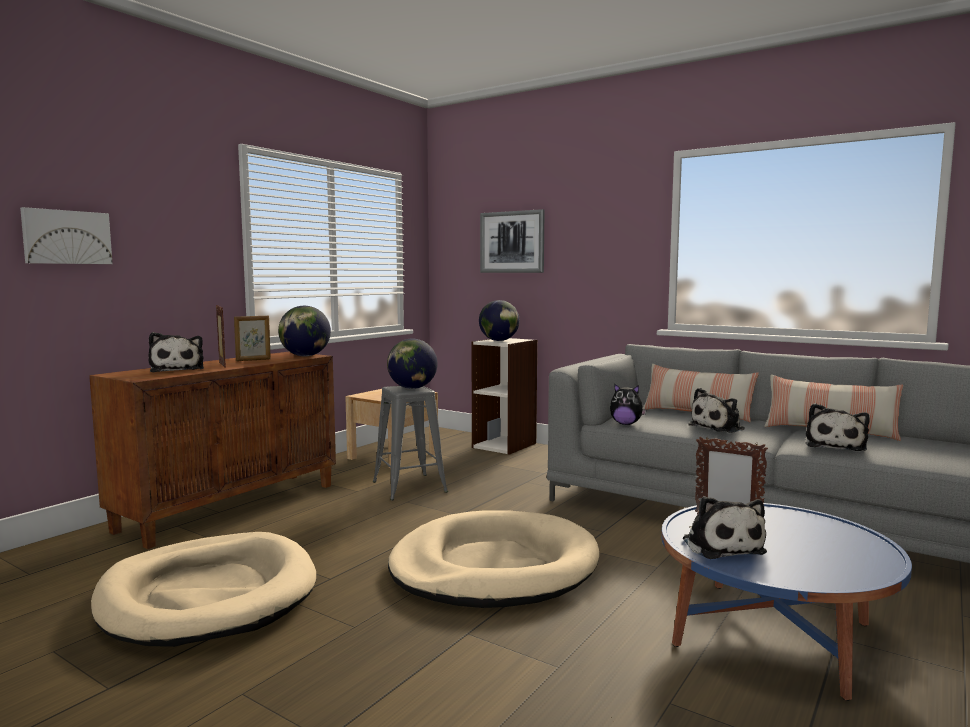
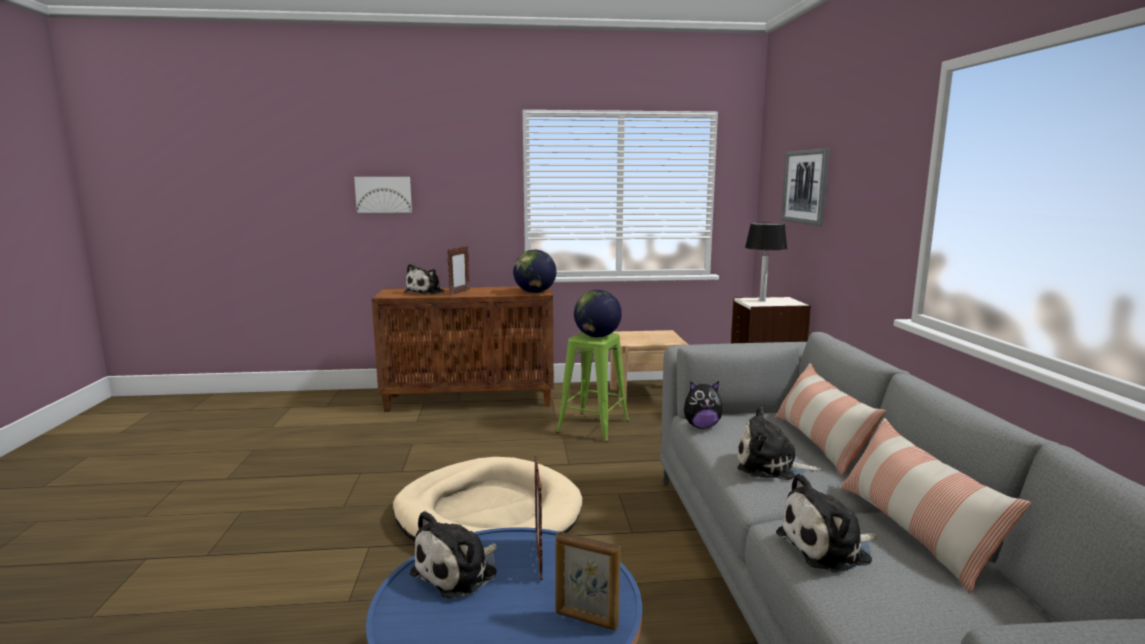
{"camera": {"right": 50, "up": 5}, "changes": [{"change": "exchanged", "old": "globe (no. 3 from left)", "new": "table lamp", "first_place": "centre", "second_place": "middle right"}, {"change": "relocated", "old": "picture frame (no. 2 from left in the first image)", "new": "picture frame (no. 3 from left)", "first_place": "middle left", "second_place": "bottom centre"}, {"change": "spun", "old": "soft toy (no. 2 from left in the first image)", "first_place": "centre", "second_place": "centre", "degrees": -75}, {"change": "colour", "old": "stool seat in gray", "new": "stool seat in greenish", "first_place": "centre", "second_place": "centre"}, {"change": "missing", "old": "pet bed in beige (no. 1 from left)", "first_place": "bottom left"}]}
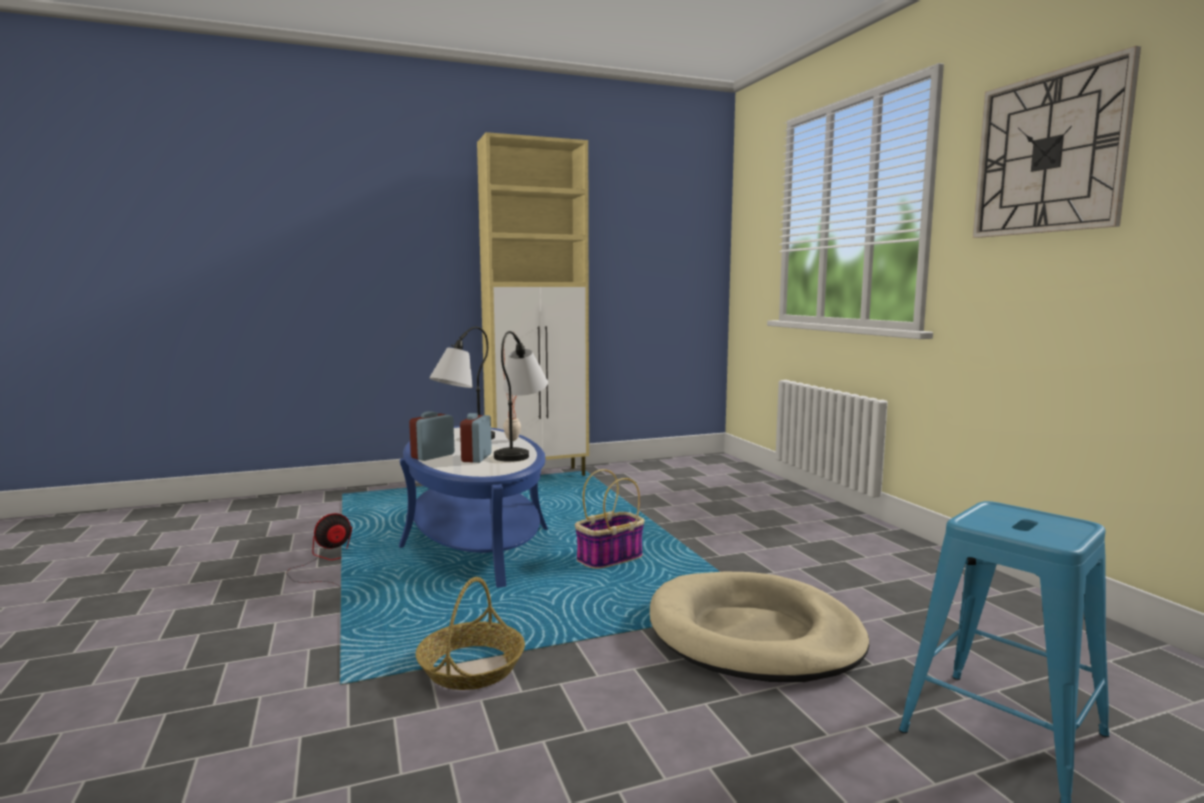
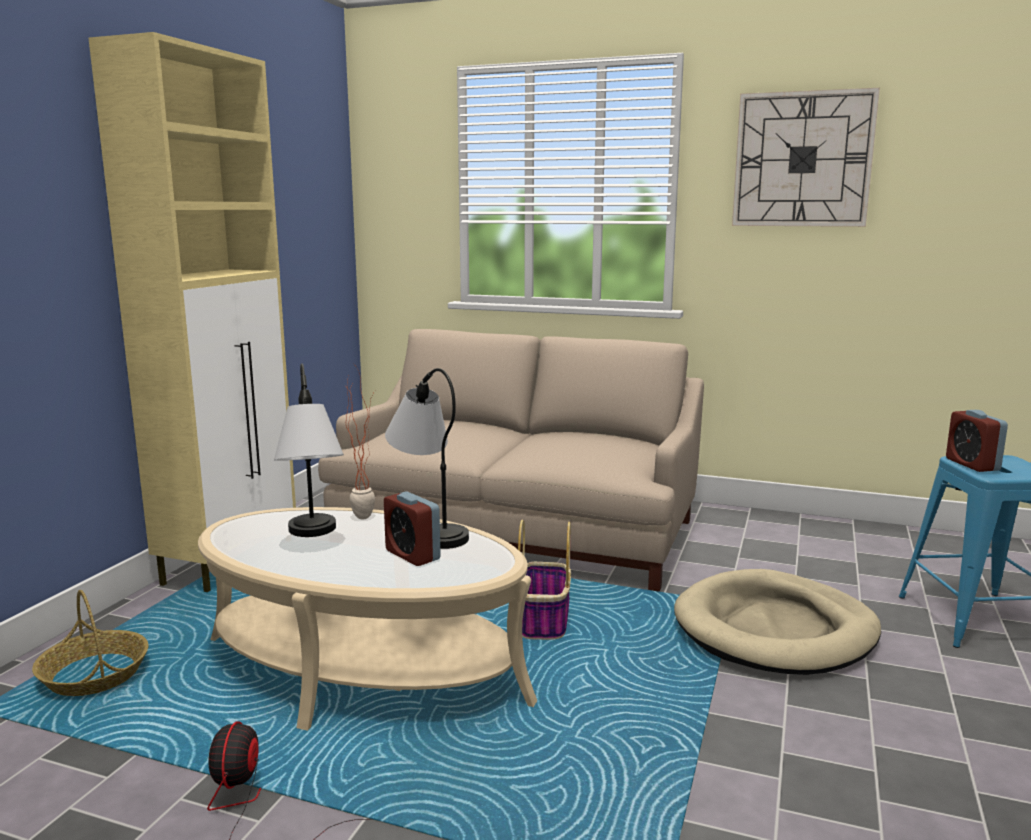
{"camera": {"right": -50, "up": 5}, "changes": [{"change": "relocated", "old": "table clock (no. 1 from left in the first image)", "new": "table clock (no. 2 from left)", "first_place": "centre", "second_place": "middle right"}, {"change": "colour", "old": "coffee table in blue-coloured", "new": "coffee table in beige", "first_place": "centre", "second_place": "bottom centre"}, {"change": "relocated", "old": "household basket (no. 1 from left)", "first_place": "bottom centre", "second_place": "bottom left"}, {"change": "appeared", "new": "settee in beige", "second_place": "centre"}]}
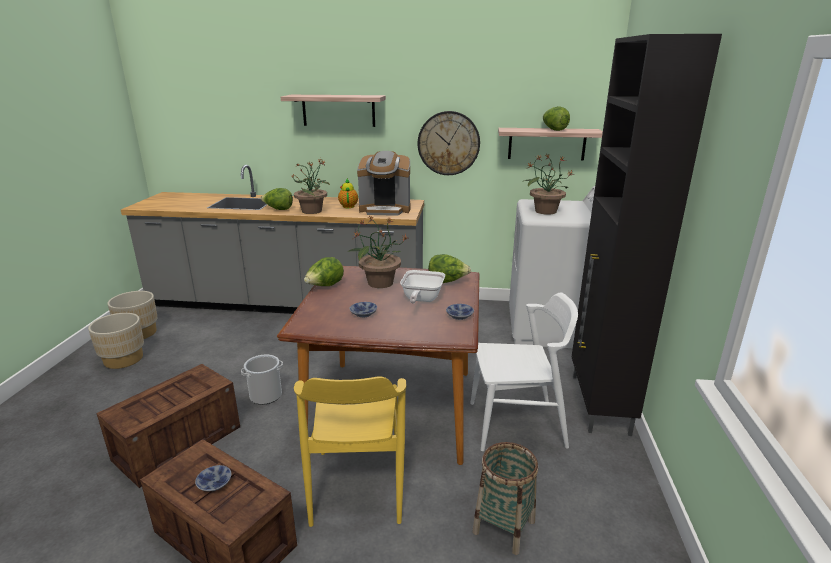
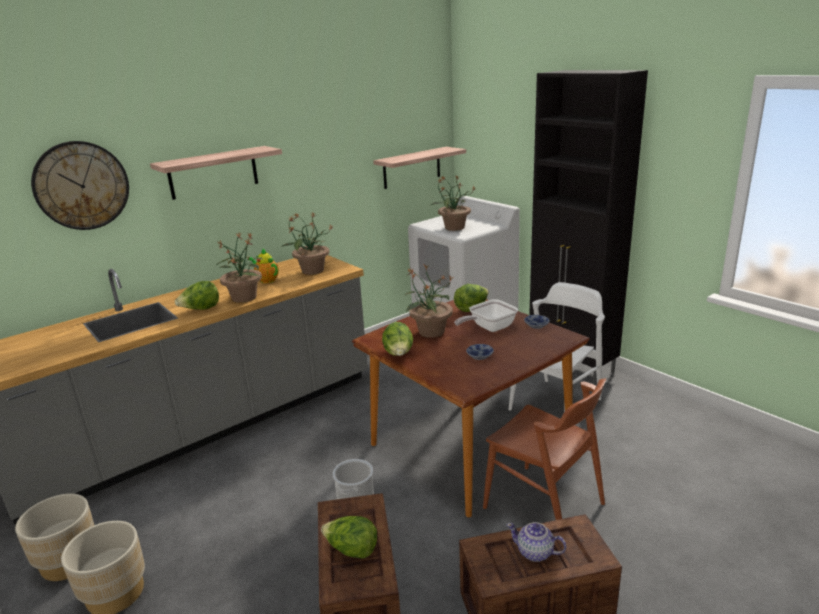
{"camera": {"right": -45, "up": 0}, "changes": [{"change": "relocated", "old": "lettuce head (no. 4 from left in the first image)", "new": "lettuce head (no. 2 from left)", "first_place": "top right", "second_place": "bottom centre"}, {"change": "relocated", "old": "wall clock", "first_place": "top centre", "second_place": "top left"}, {"change": "exchanged", "old": "coffee maker", "new": "plant in a pot (no. 2 from left)", "first_place": "top centre", "second_place": "centre"}, {"change": "spun", "old": "frying pan", "first_place": "centre", "second_place": "centre", "degrees": 90}, {"change": "colour", "old": "chair in yellow-coloured", "new": "chair in brown-coloured", "first_place": "bottom centre", "second_place": "bottom centre"}, {"change": "missing", "old": "household basket", "first_place": "bottom centre"}, {"change": "exchanged", "old": "serving bowl (no. 1 from left)", "new": "tea pot (no. 2 from left)", "first_place": "bottom left", "second_place": "bottom centre"}]}
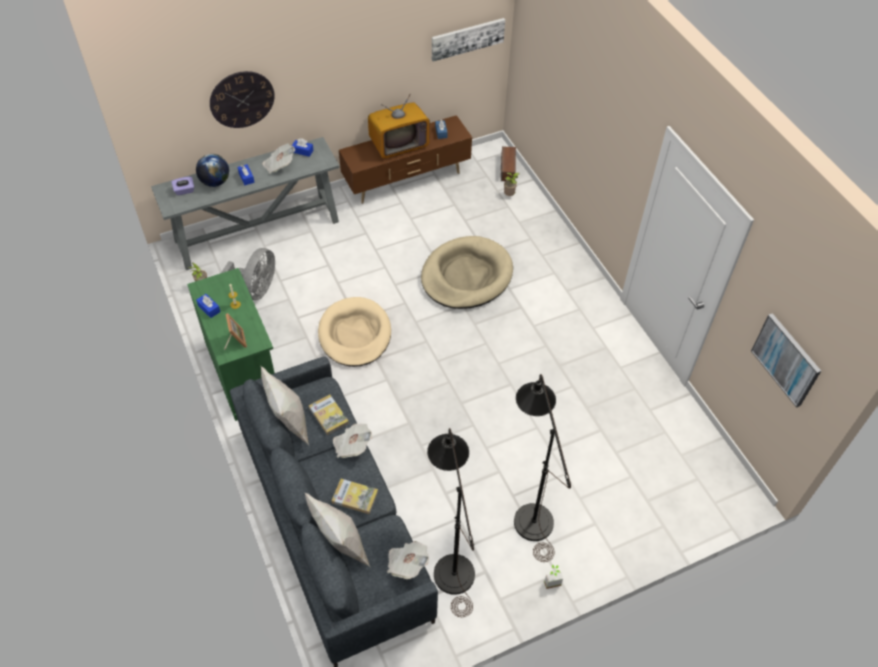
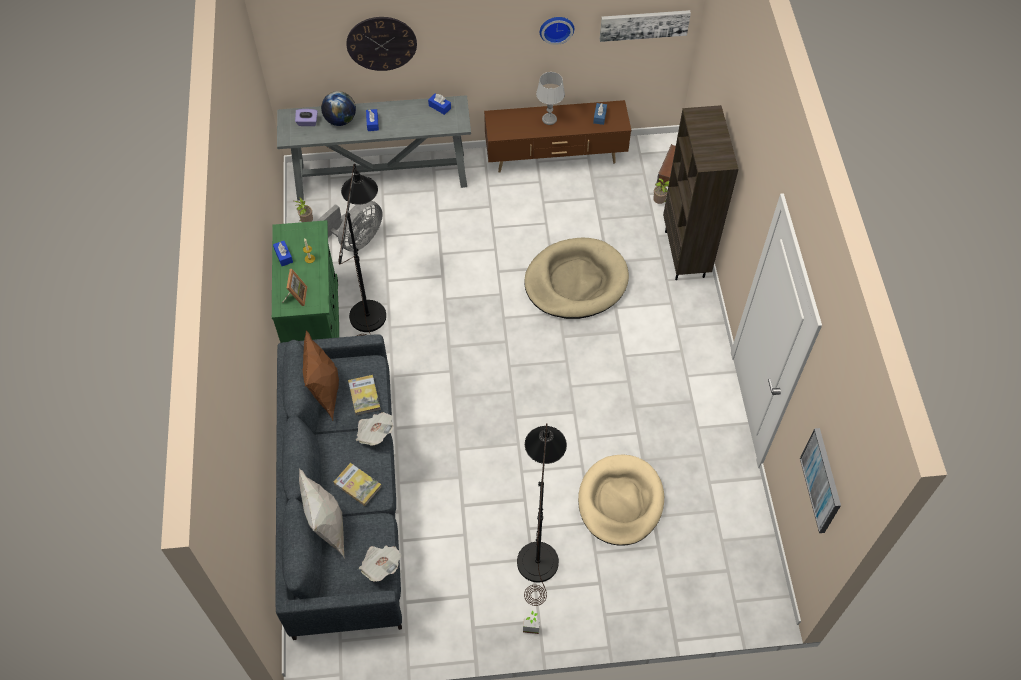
{"camera": {"right": 20, "up": 5}, "changes": [{"change": "exchanged", "old": "TV", "new": "table lamp in gray", "first_place": "top centre", "second_place": "top centre"}, {"change": "missing", "old": "printed paper (no. 1 from left)", "first_place": "top left"}, {"change": "relocated", "old": "pet bed in beige (no. 1 from left in the first image)", "new": "pet bed in beige (no. 2 from left)", "first_place": "centre", "second_place": "bottom centre"}, {"change": "colour", "old": "pillow in white-coloured (no. 1 from left)", "new": "pillow in brown-coloured", "first_place": "middle left", "second_place": "middle left"}, {"change": "relocated", "old": "standing lamp in blackish (no. 1 from left)", "first_place": "bottom centre", "second_place": "centre"}, {"change": "appeared", "new": "wall clock (no. 2 from left)", "second_place": "top centre"}, {"change": "appeared", "new": "bookshelf in brown-coloured", "second_place": "top right"}]}
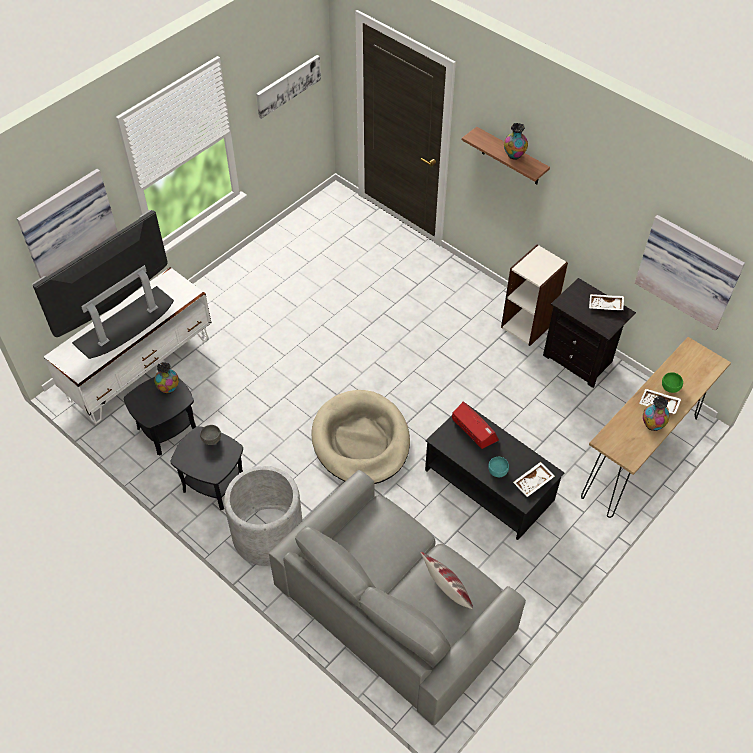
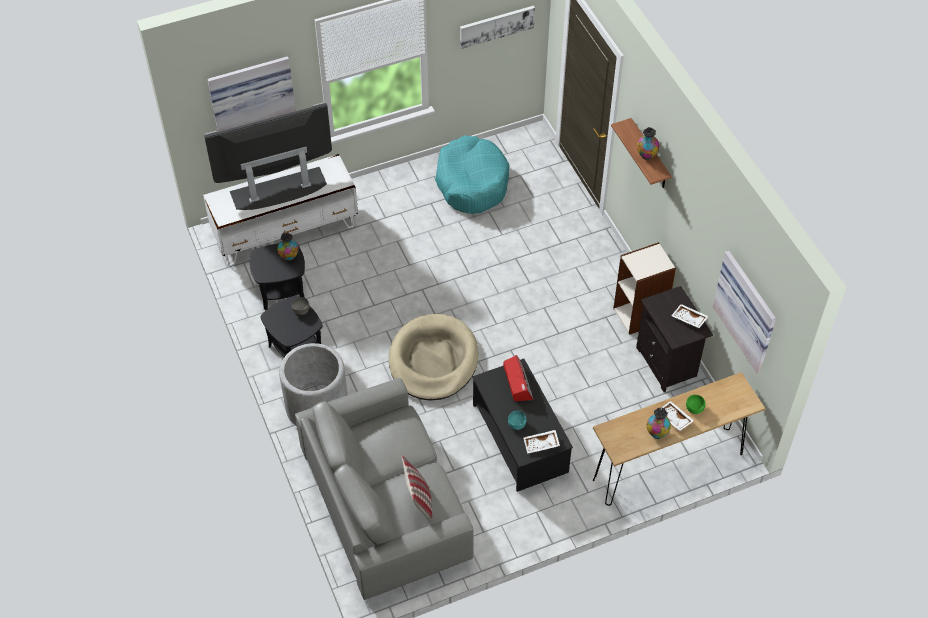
{"camera": {"right": 25, "up": 0}, "changes": [{"change": "appeared", "new": "pet bed in blue-green", "second_place": "top centre"}]}
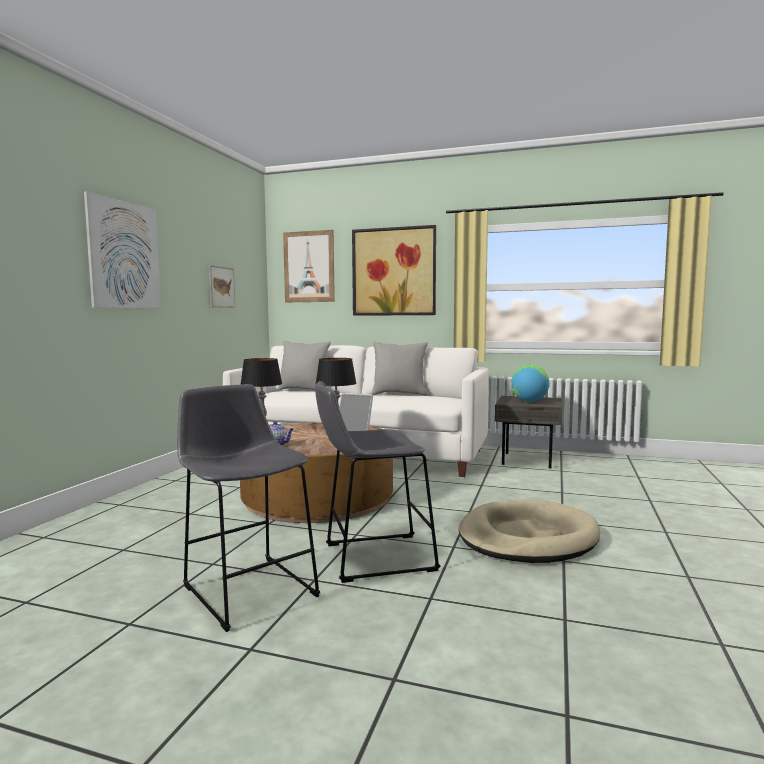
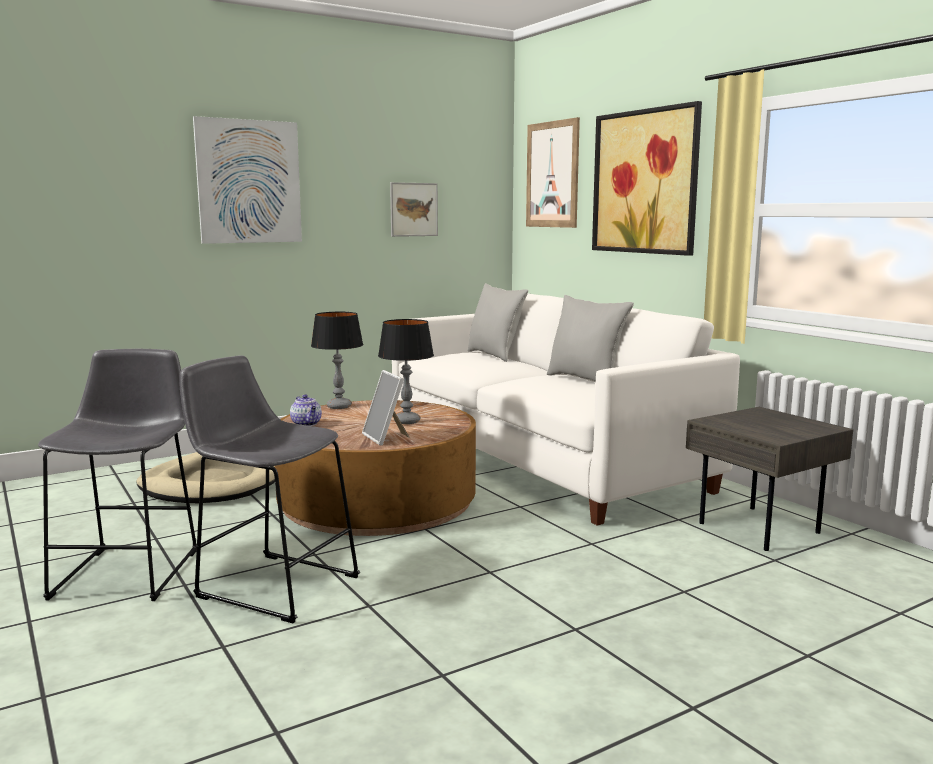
{"camera": {"right": 40, "up": 5}, "changes": [{"change": "missing", "old": "globe", "first_place": "middle right"}, {"change": "relocated", "old": "pet bed in beige", "first_place": "bottom right", "second_place": "middle left"}]}
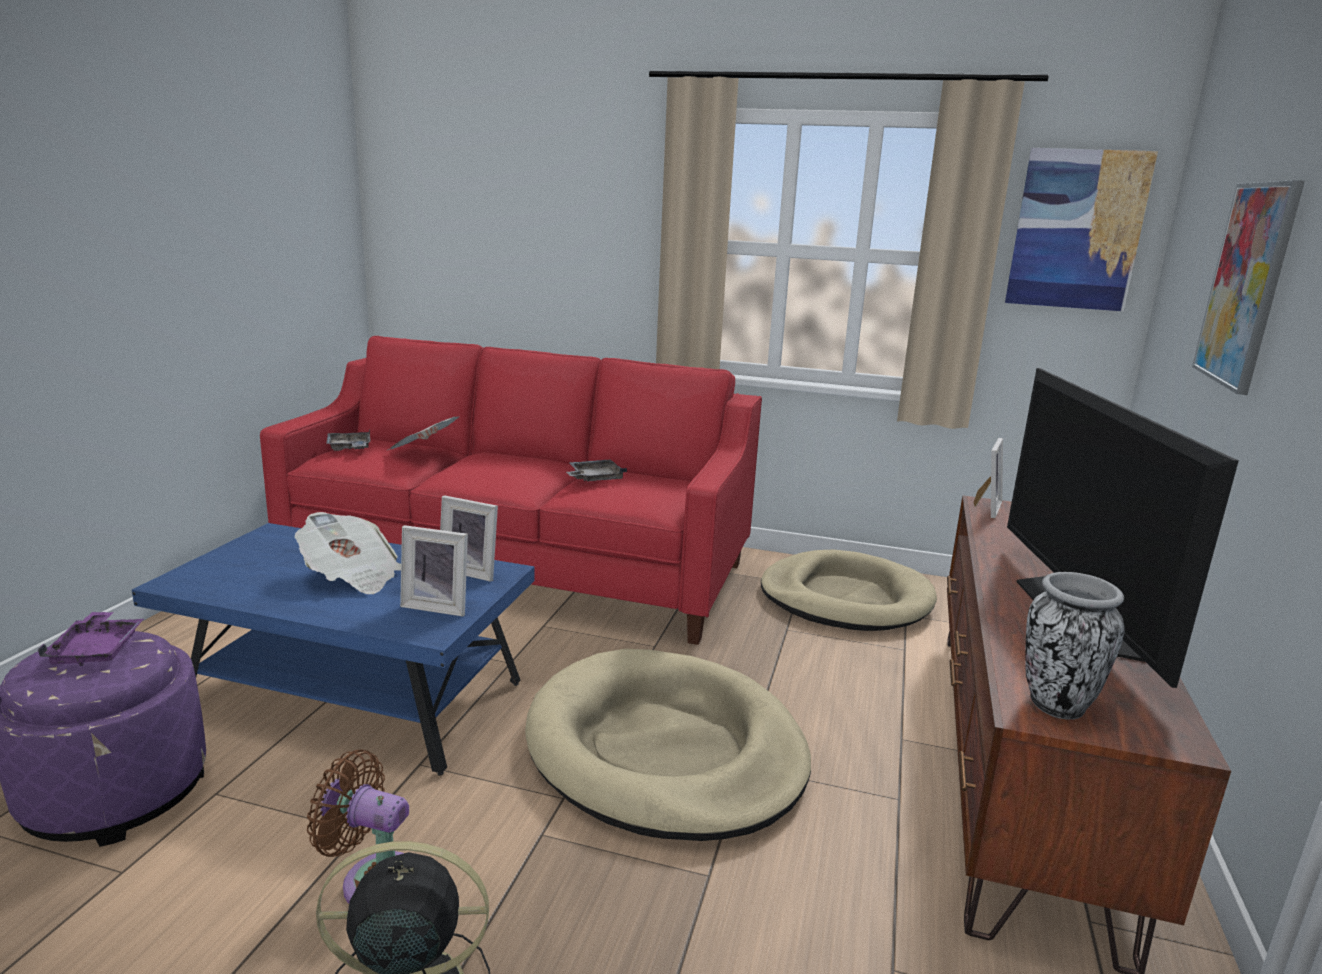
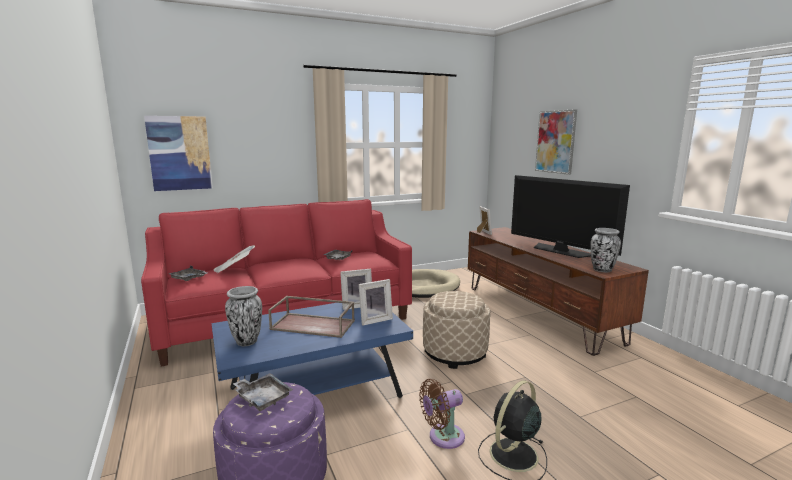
{"camera": {"right": -40, "up": -5}, "changes": [{"change": "relocated", "old": "picture (no. 1 from left)", "first_place": "top right", "second_place": "top left"}, {"change": "exchanged", "old": "printed paper (no. 1 from left)", "new": "serving tray in brown-coloured", "first_place": "middle left", "second_place": "centre"}, {"change": "colour", "old": "serving tray in purple", "new": "serving tray in gray (no. 2 from left)", "first_place": "middle left", "second_place": "bottom left"}, {"change": "exchanged", "old": "pet bed in beige (no. 1 from left)", "new": "footrest in beige", "first_place": "bottom centre", "second_place": "bottom centre"}, {"change": "appeared", "new": "flower vase (no. 1 from left)", "second_place": "middle left"}]}
